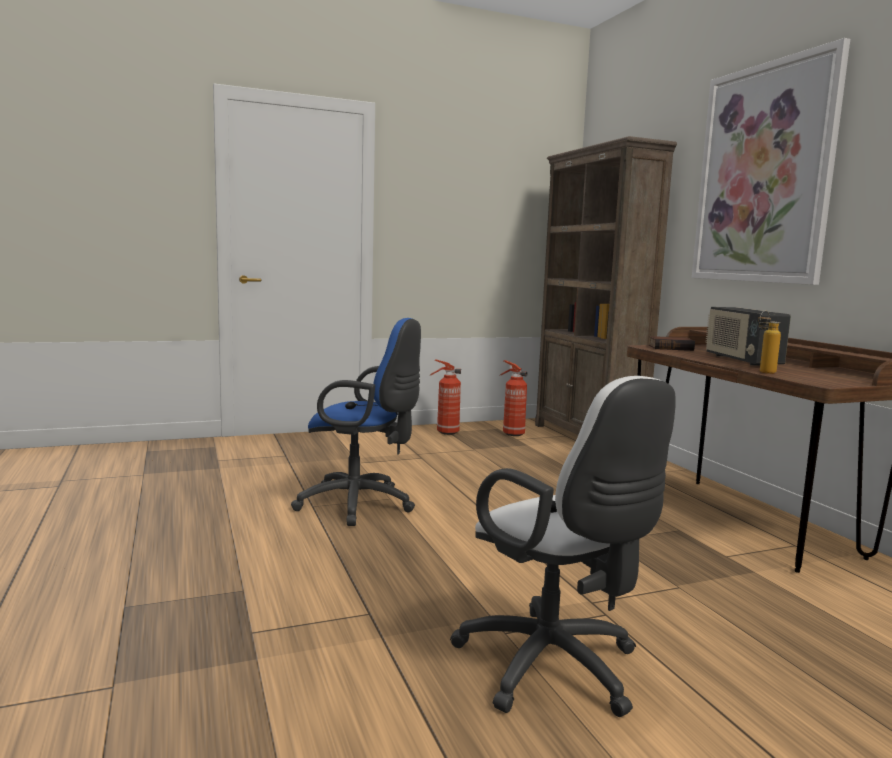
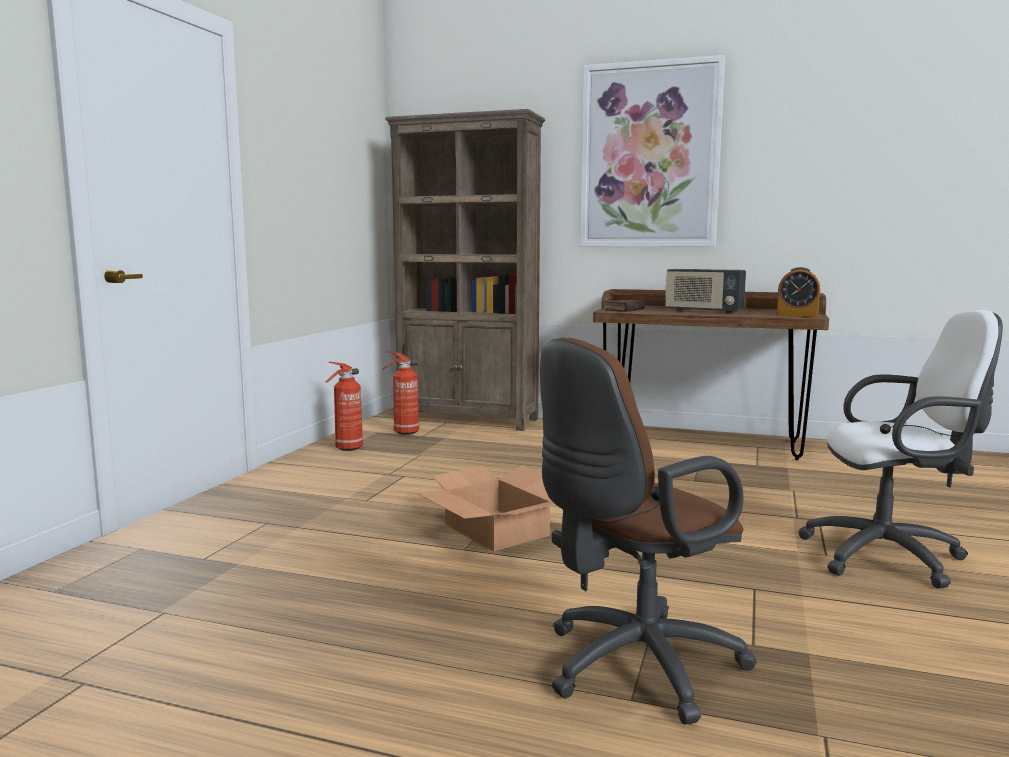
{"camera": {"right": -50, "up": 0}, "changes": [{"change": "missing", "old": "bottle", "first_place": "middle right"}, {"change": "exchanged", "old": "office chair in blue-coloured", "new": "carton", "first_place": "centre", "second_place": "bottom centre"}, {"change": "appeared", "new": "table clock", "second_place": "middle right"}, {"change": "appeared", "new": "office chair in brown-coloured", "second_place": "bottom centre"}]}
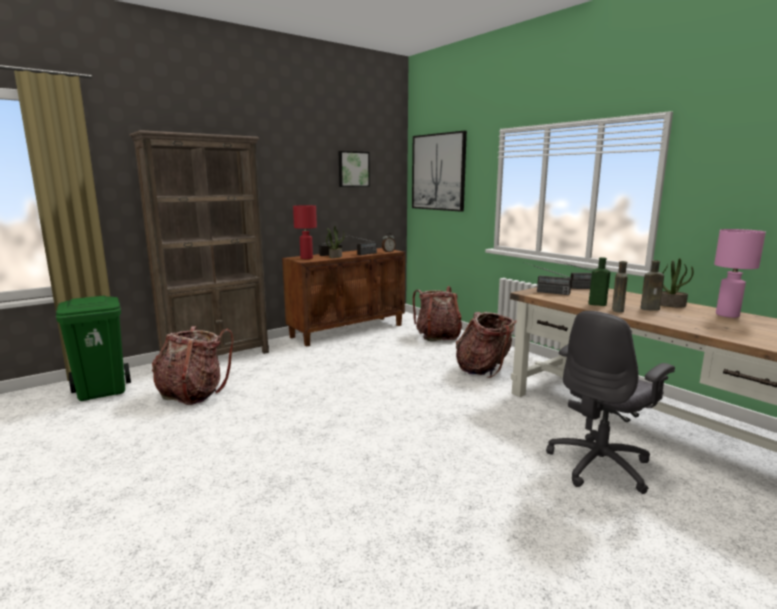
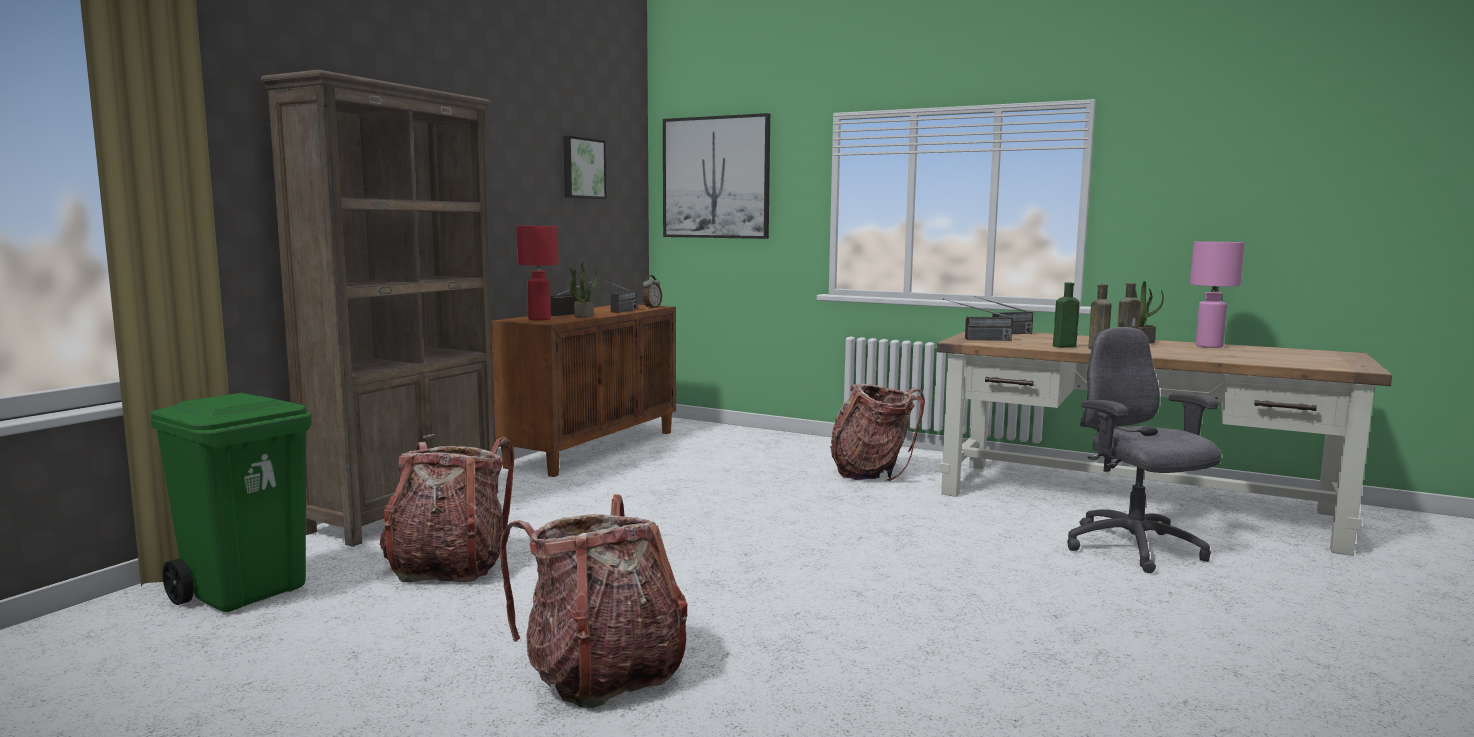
{"camera": {"right": -25, "up": -5}, "changes": [{"change": "relocated", "old": "knapsack (no. 2 from left)", "first_place": "centre", "second_place": "bottom centre"}, {"change": "spun", "old": "office chair in gray", "first_place": "middle right", "second_place": "middle right", "degrees": 135}]}
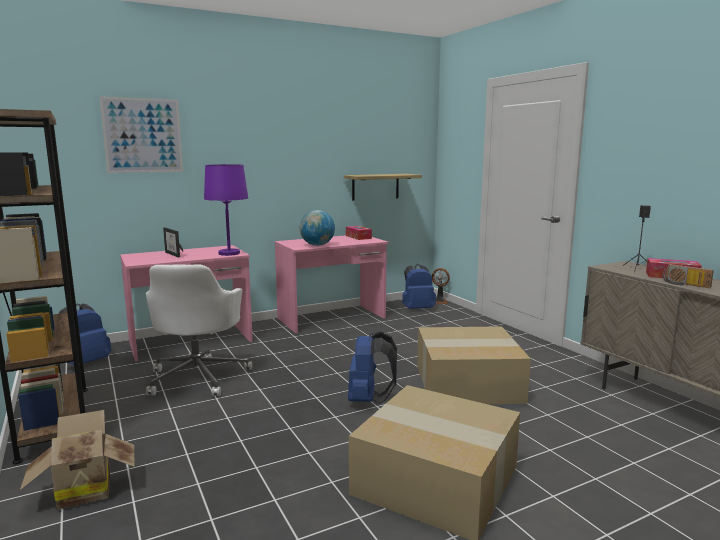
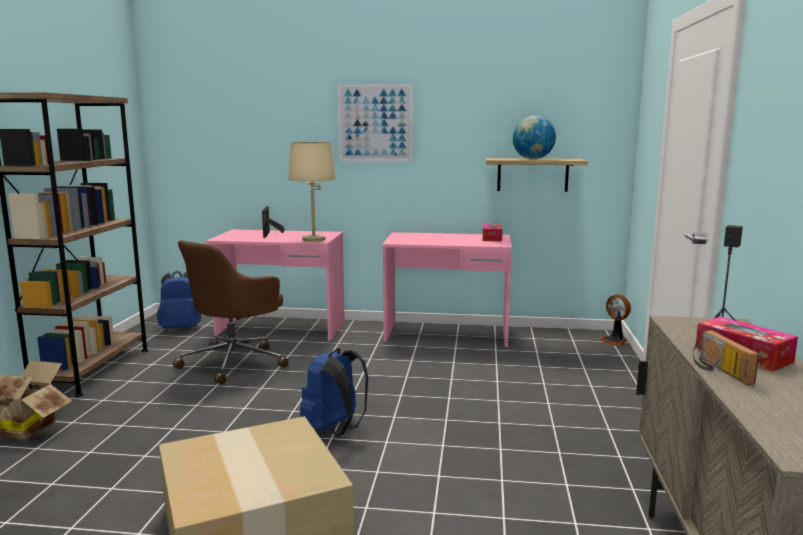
{"camera": {"right": 35, "up": 0}, "changes": [{"change": "relocated", "old": "picture", "first_place": "top left", "second_place": "top centre"}, {"change": "colour", "old": "table lamp in purple", "new": "table lamp in beige", "first_place": "middle left", "second_place": "centre"}, {"change": "relocated", "old": "globe", "first_place": "centre", "second_place": "top centre"}, {"change": "missing", "old": "knapsack in blue-coloured (no. 3 from left)", "first_place": "centre"}, {"change": "colour", "old": "office chair in white-coloured", "new": "office chair in brown-coloured", "first_place": "middle left", "second_place": "middle left"}, {"change": "missing", "old": "carton (no. 3 from left)", "first_place": "bottom centre"}]}
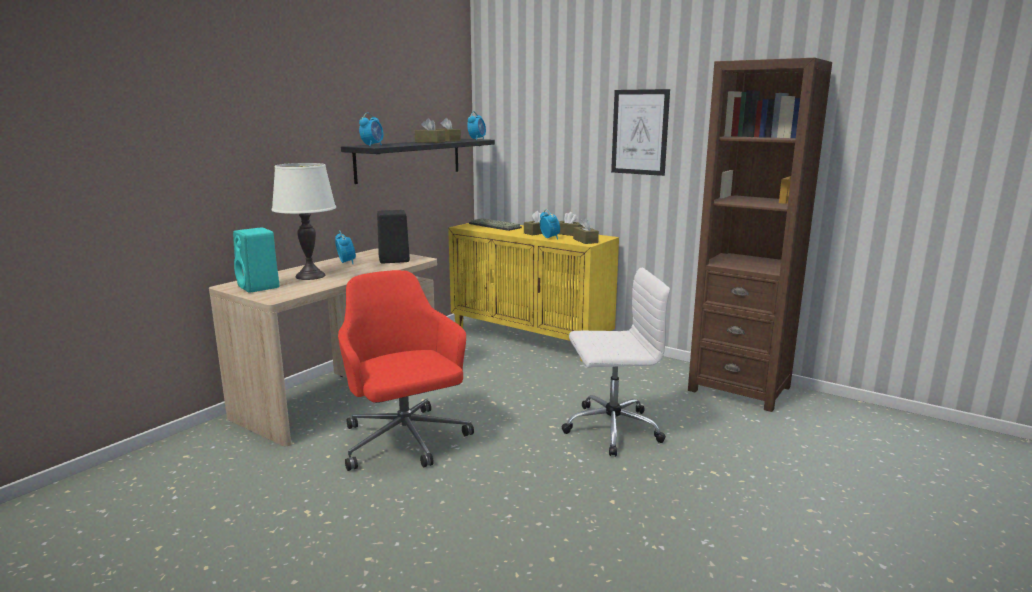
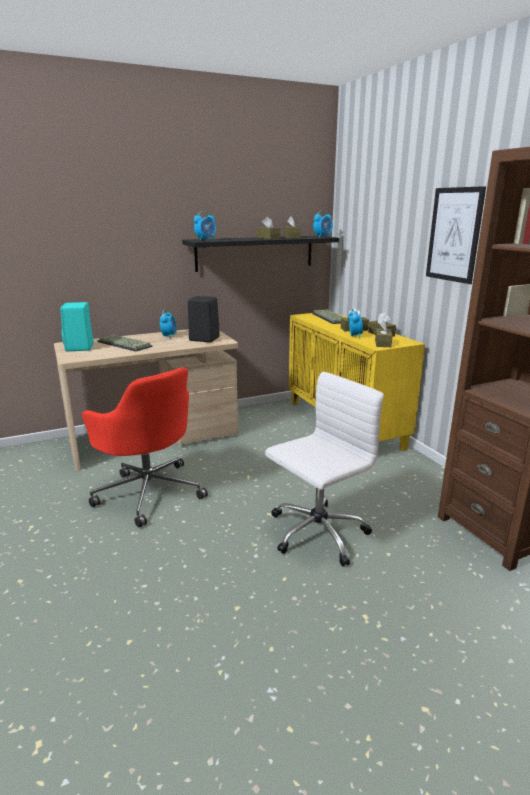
{"camera": {"right": 30, "up": 5}, "changes": [{"change": "exchanged", "old": "table lamp in white-coloured", "new": "PC keyboard (no. 1 from left)", "first_place": "middle left", "second_place": "middle left"}, {"change": "spun", "old": "office chair in white-coloured", "first_place": "centre", "second_place": "centre", "degrees": -60}, {"change": "spun", "old": "office chair in red-coloured", "first_place": "centre", "second_place": "middle left", "degrees": 135}]}
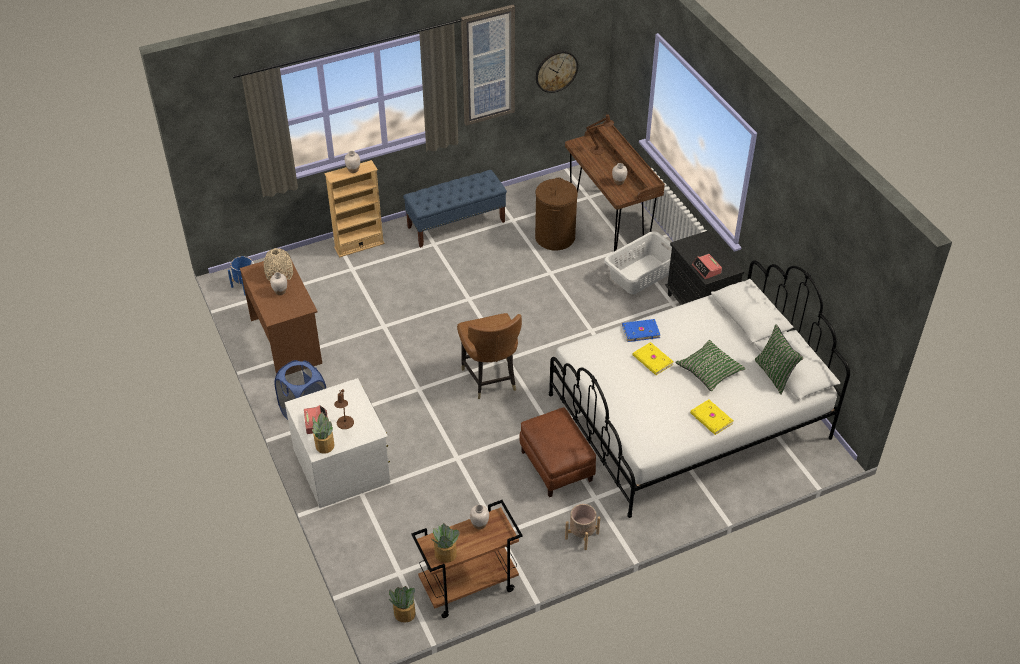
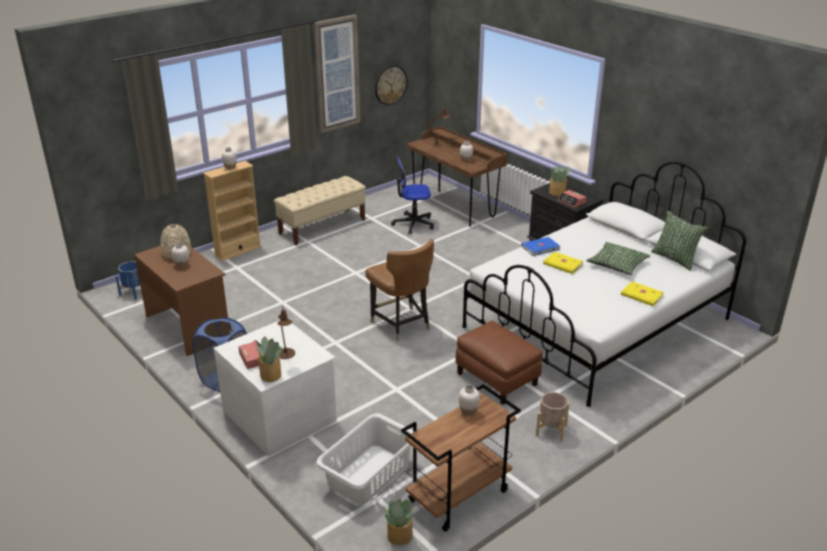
{"camera": {"right": -15, "up": -15}, "changes": [{"change": "colour", "old": "long seat in blue-coloured", "new": "long seat in beige", "first_place": "top centre", "second_place": "centre"}, {"change": "exchanged", "old": "hamper in brown-coloured", "new": "office chair", "first_place": "top centre", "second_place": "centre"}, {"change": "relocated", "old": "hamper in white-coloured", "first_place": "centre", "second_place": "bottom centre"}, {"change": "relocated", "old": "plant in a pot (no. 3 from left)", "first_place": "bottom centre", "second_place": "top right"}]}
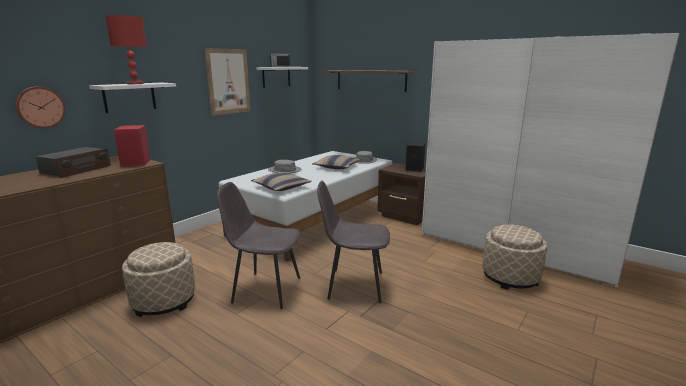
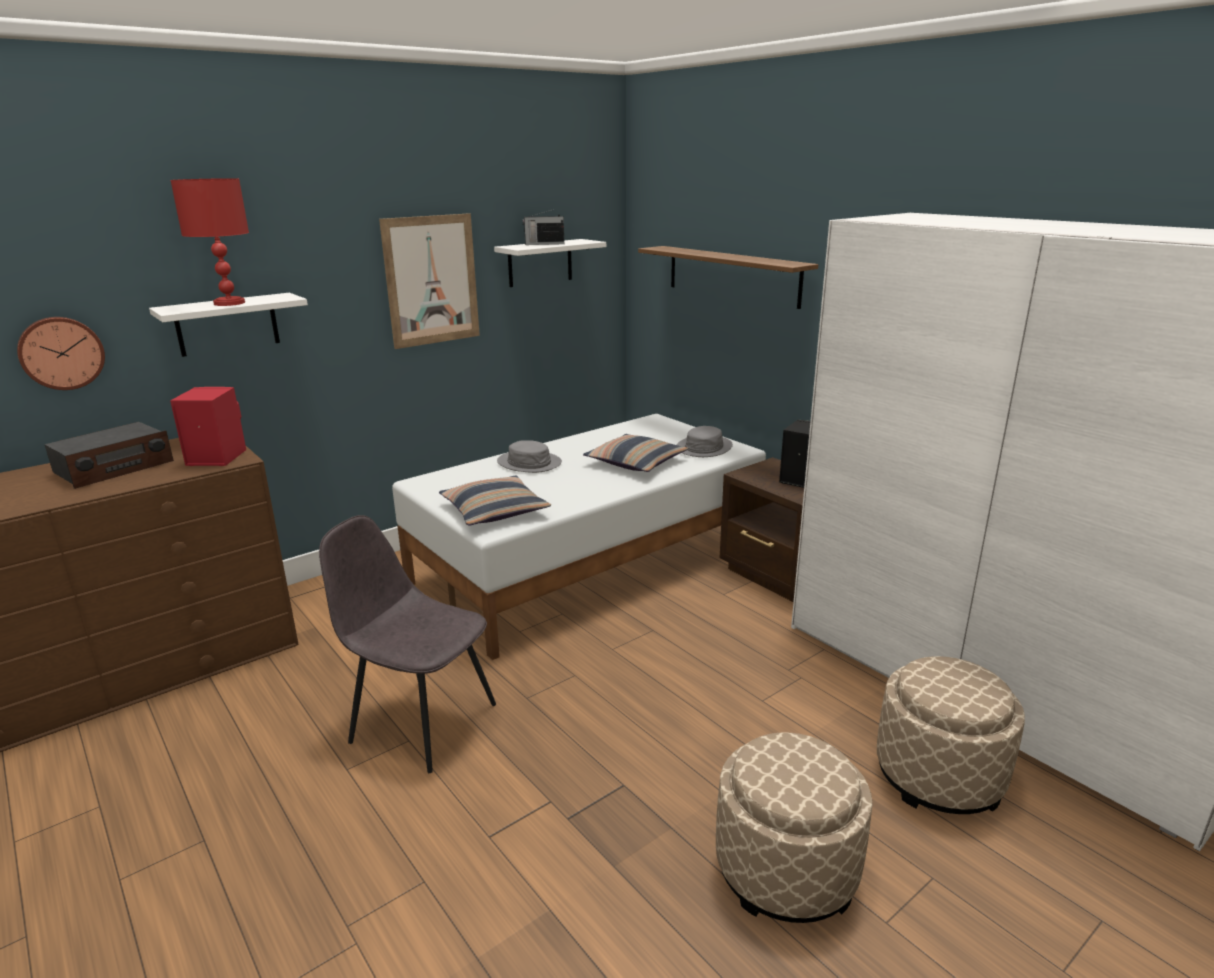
{"camera": {"right": 15, "up": 5}, "changes": [{"change": "missing", "old": "chair in gray (no. 2 from left)", "first_place": "centre"}, {"change": "relocated", "old": "footrest in beige (no. 1 from left)", "first_place": "bottom left", "second_place": "bottom centre"}]}
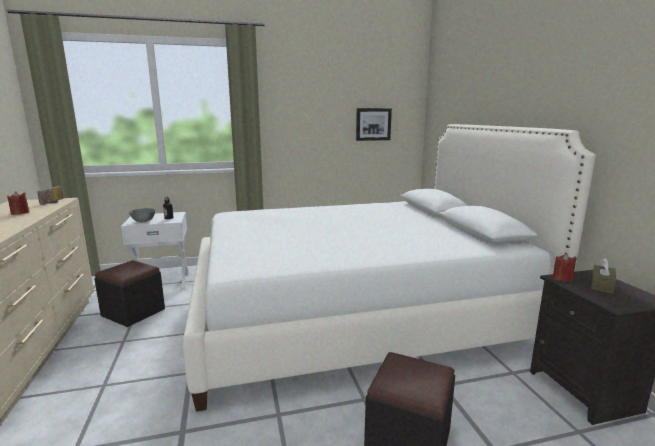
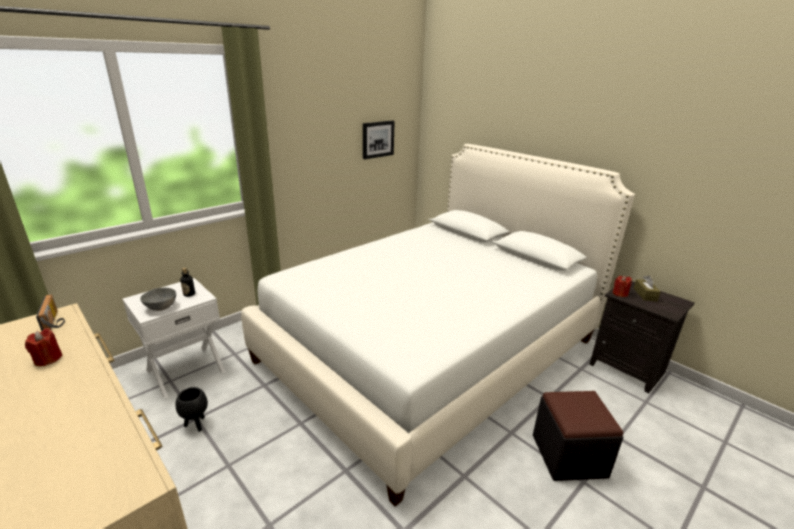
{"camera": {"right": -30, "up": 10}, "changes": [{"change": "exchanged", "old": "footrest in blackish (no. 1 from left)", "new": "flower pot in blackish", "first_place": "middle left", "second_place": "bottom left"}]}
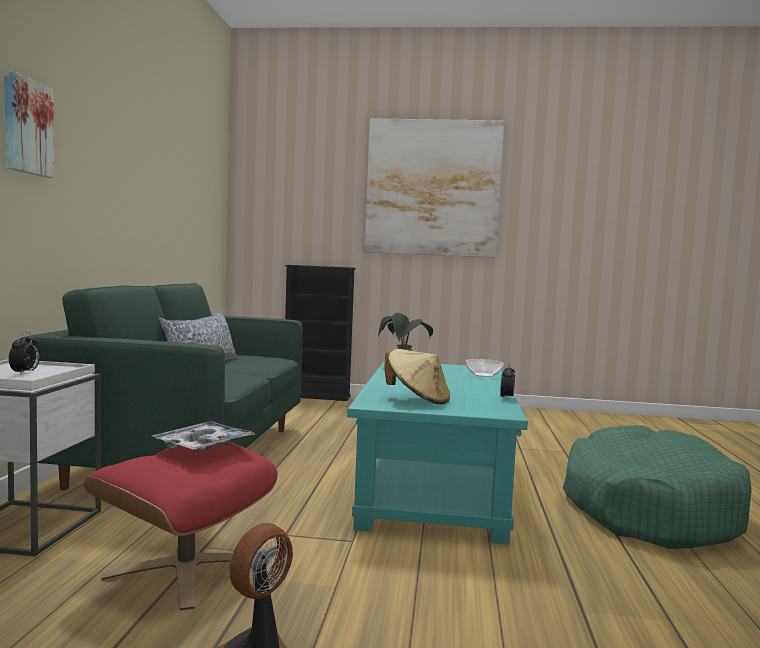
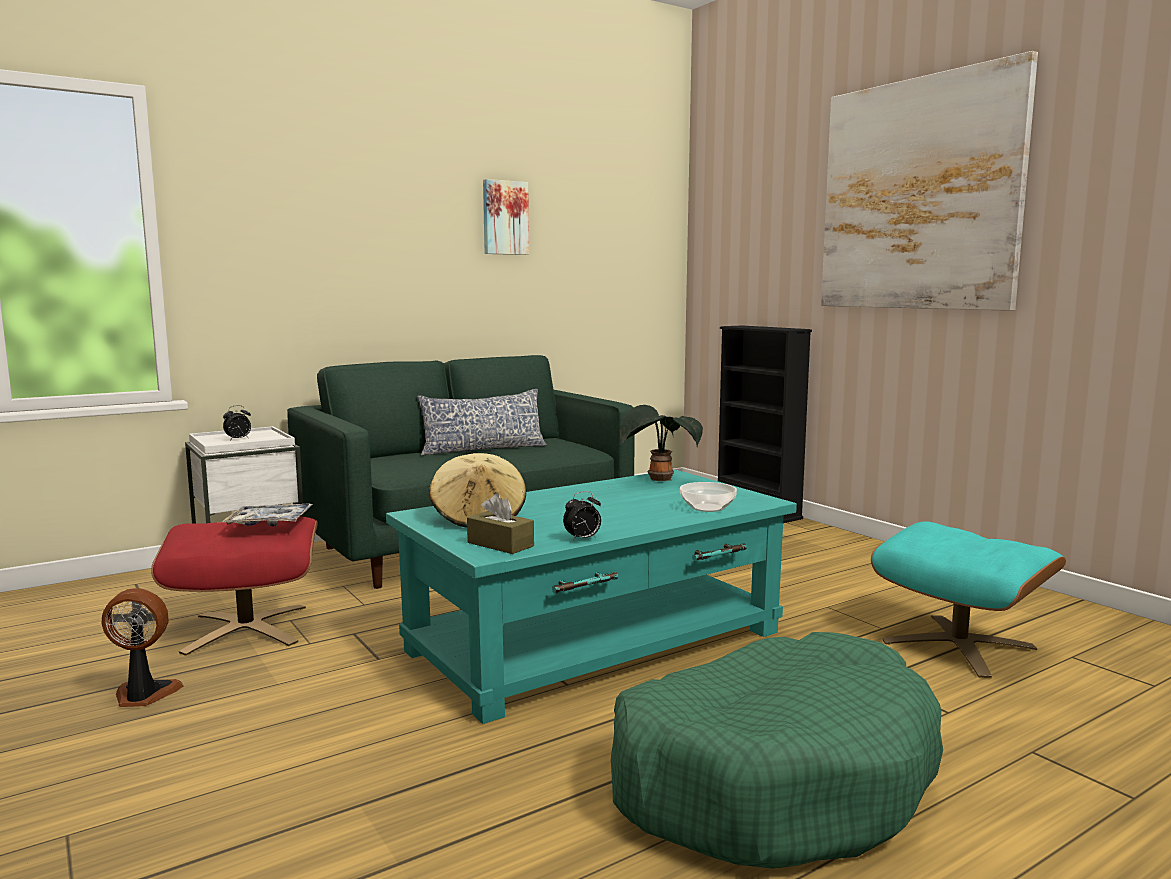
{"camera": {"right": 50, "up": 5}, "changes": [{"change": "relocated", "old": "picture (no. 1 from left)", "first_place": "top left", "second_place": "top centre"}, {"change": "appeared", "new": "box of tissues in brown-coloured", "second_place": "centre"}, {"change": "appeared", "new": "footrest in blue-green", "second_place": "bottom right"}]}
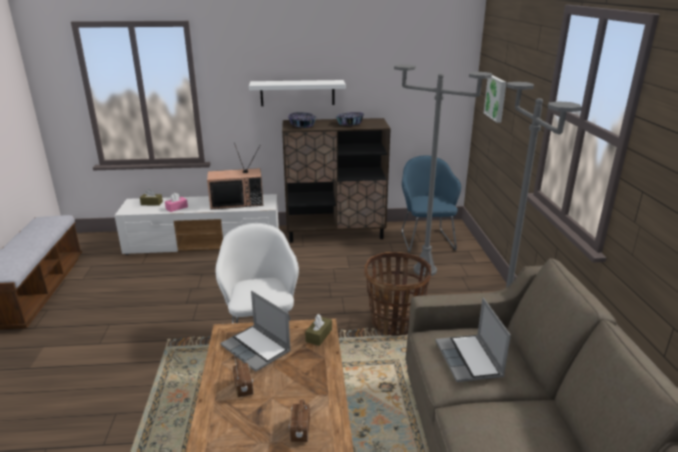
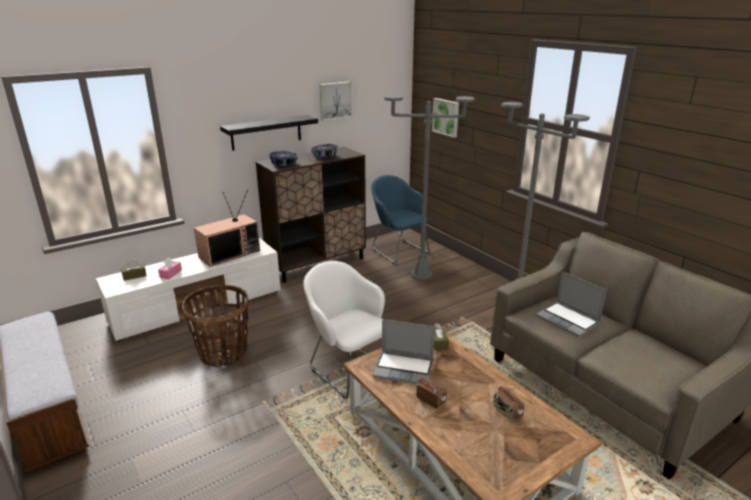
{"camera": {"right": -30, "up": 0}, "changes": [{"change": "colour", "old": "shelf in white-coloured", "new": "shelf in blackish", "first_place": "top centre", "second_place": "top centre"}, {"change": "relocated", "old": "household basket", "first_place": "centre", "second_place": "middle left"}, {"change": "appeared", "new": "picture (no. 1 from left)", "second_place": "top centre"}]}
